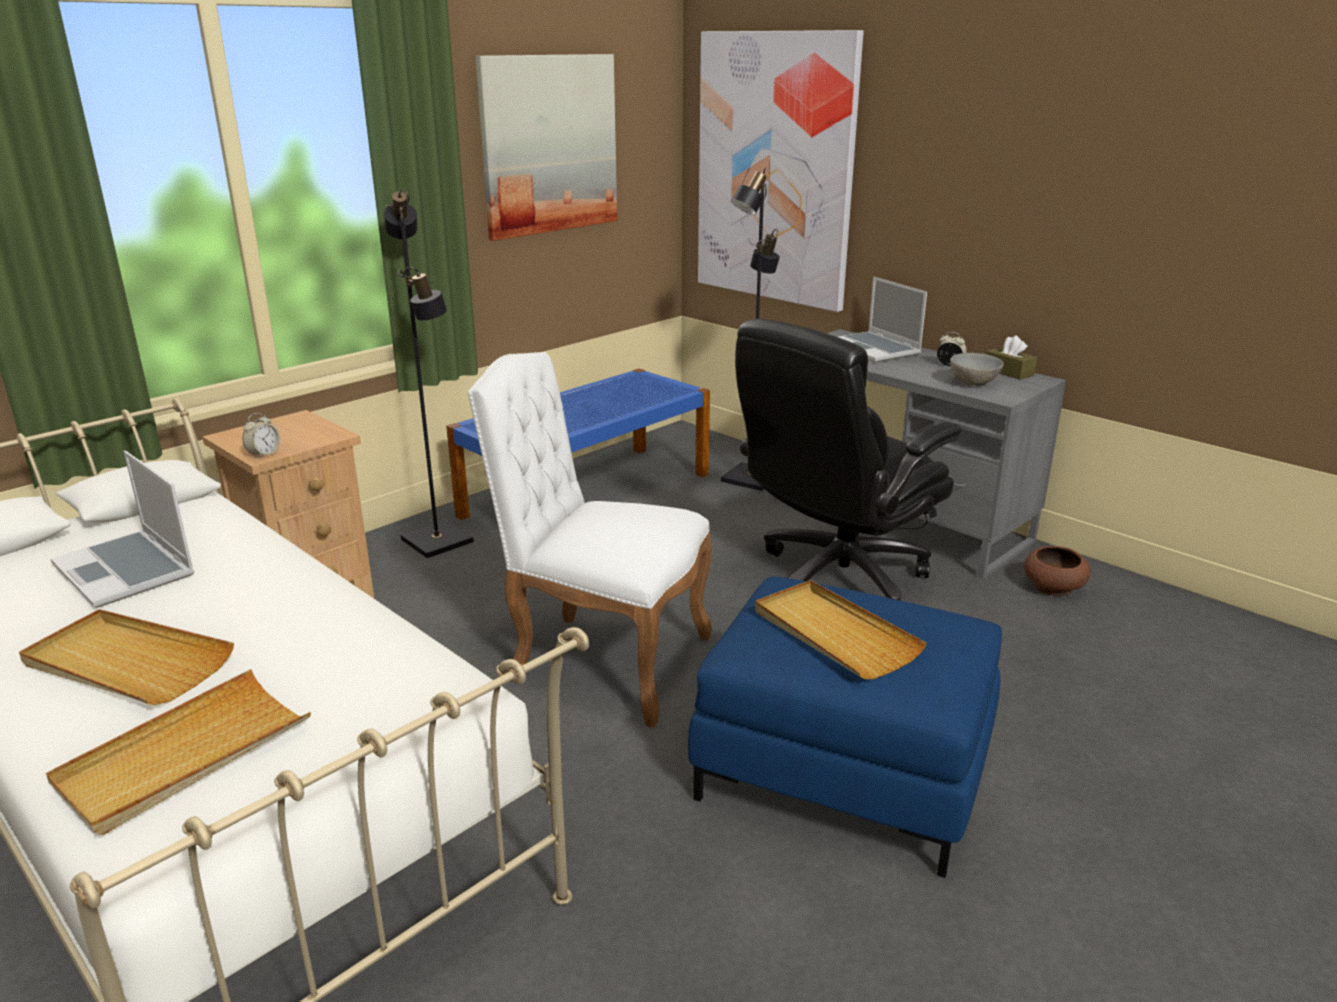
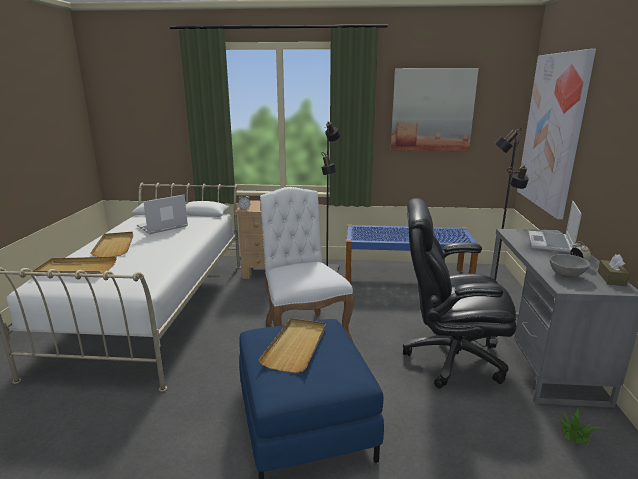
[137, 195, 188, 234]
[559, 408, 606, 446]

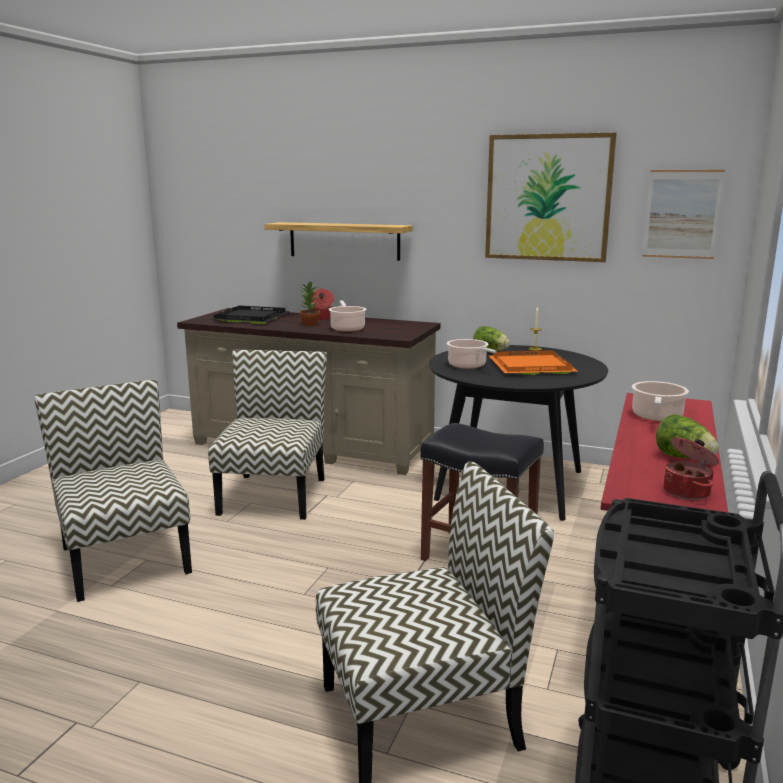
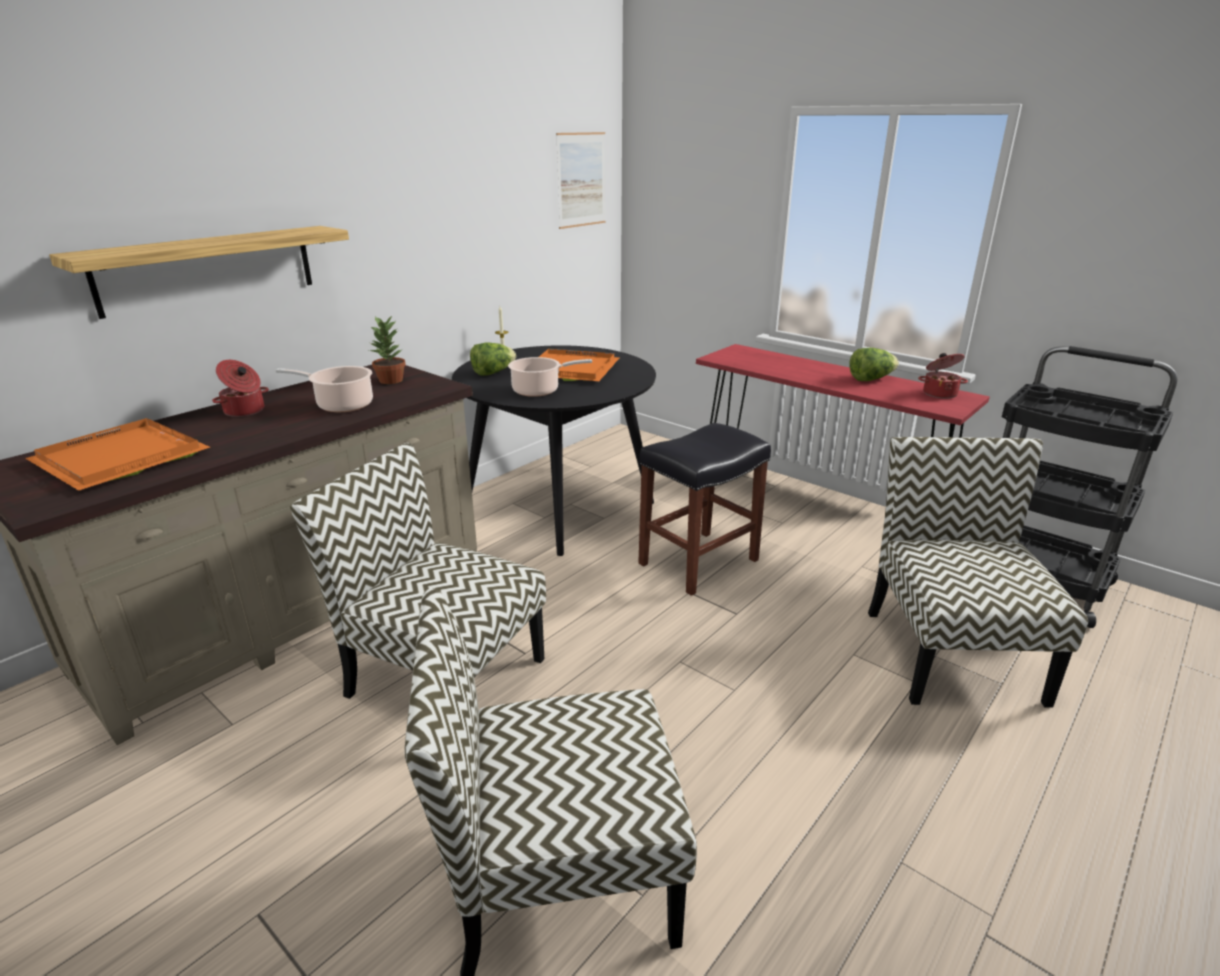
[25, 418, 210, 491]
[369, 315, 406, 384]
[485, 132, 617, 262] (first image)
[632, 381, 689, 422] (first image)

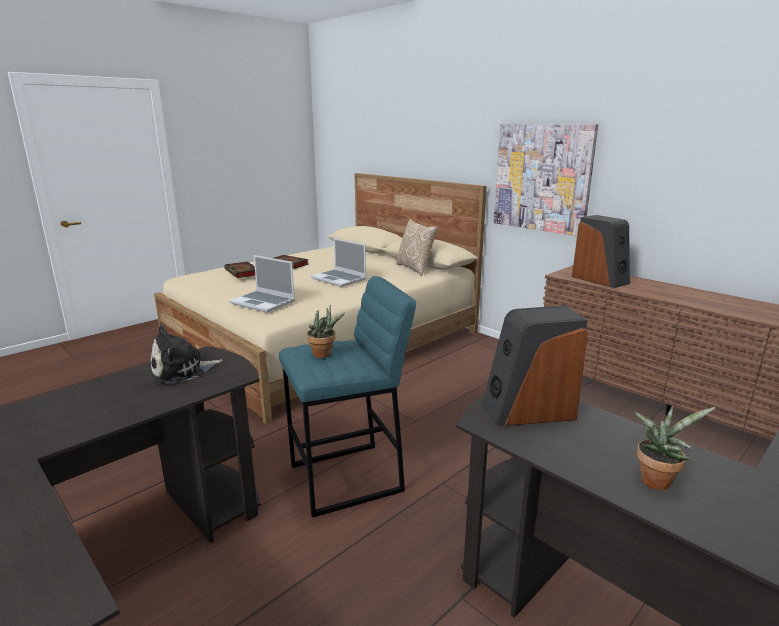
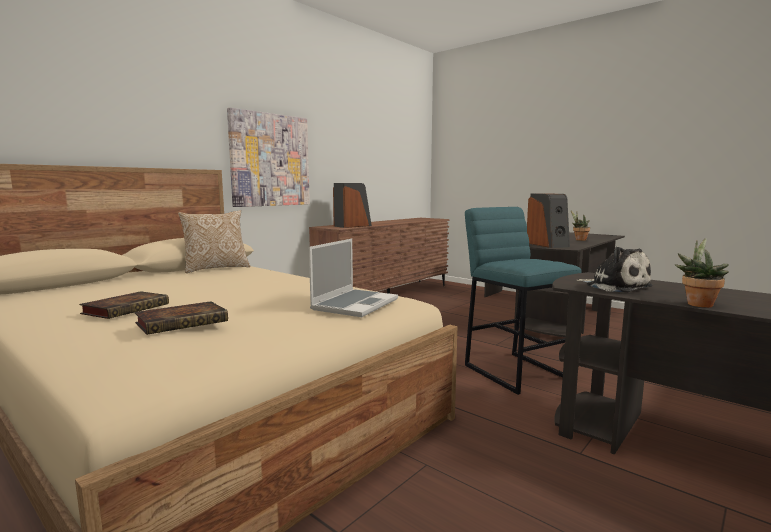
[675, 238, 729, 308]
[311, 238, 366, 287] (first image)

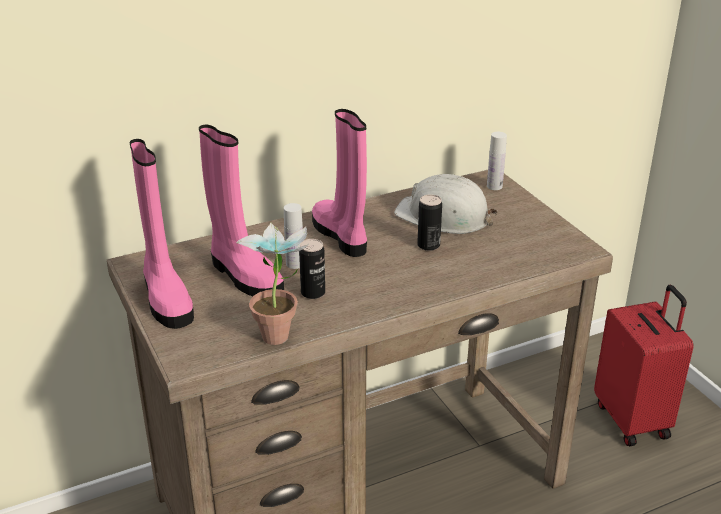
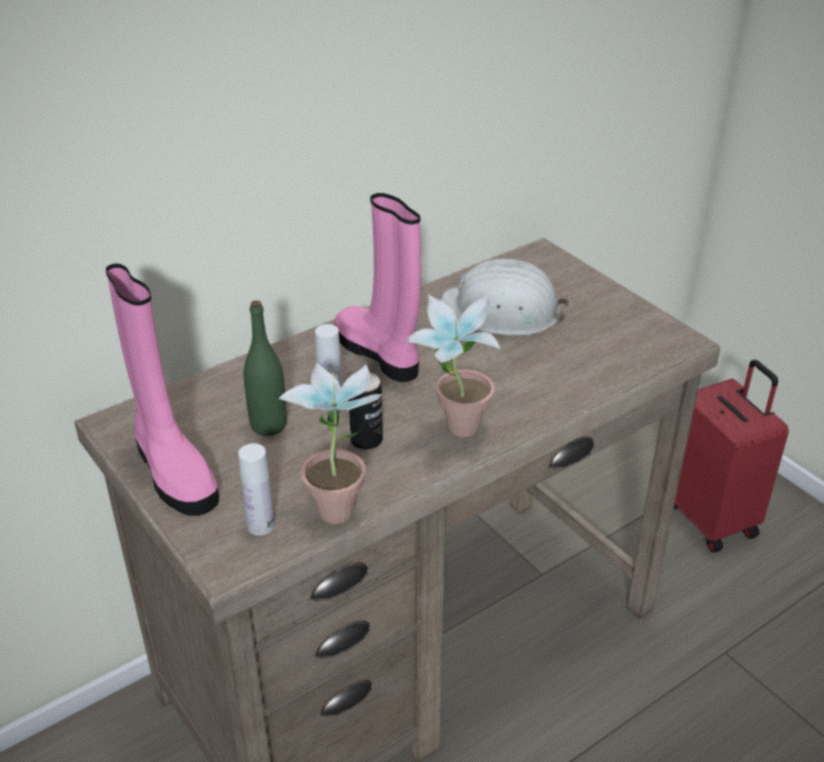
[238, 443, 274, 536]
[244, 300, 287, 436]
[406, 294, 500, 437]
[417, 194, 442, 251] (first image)

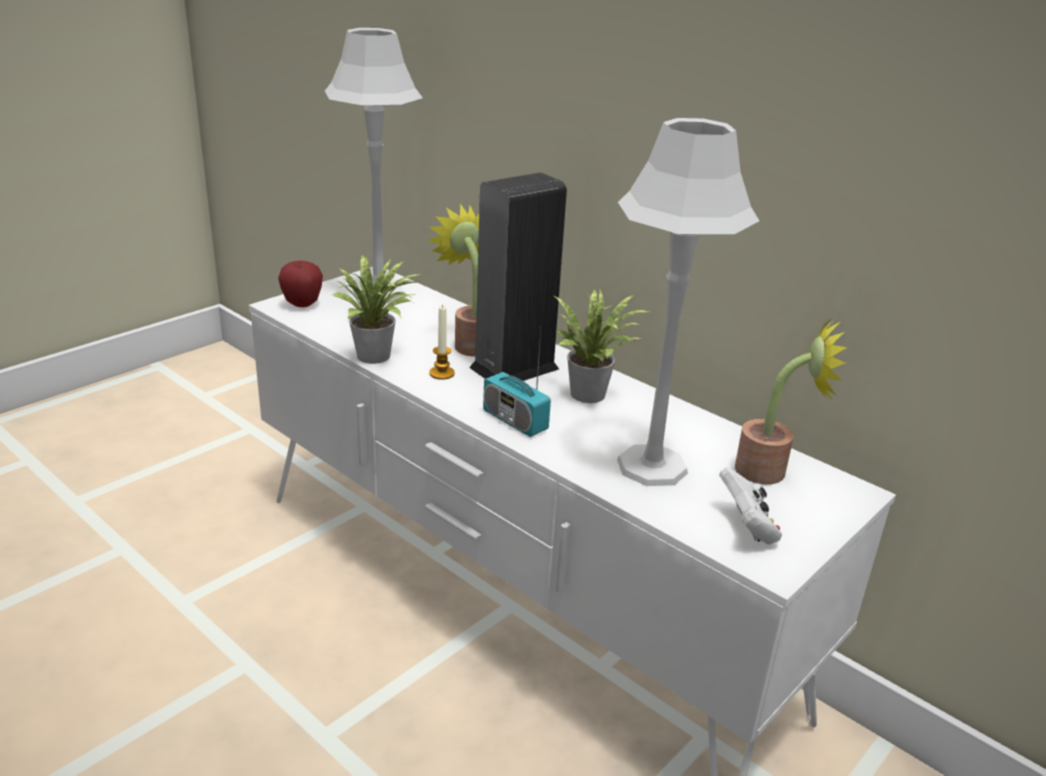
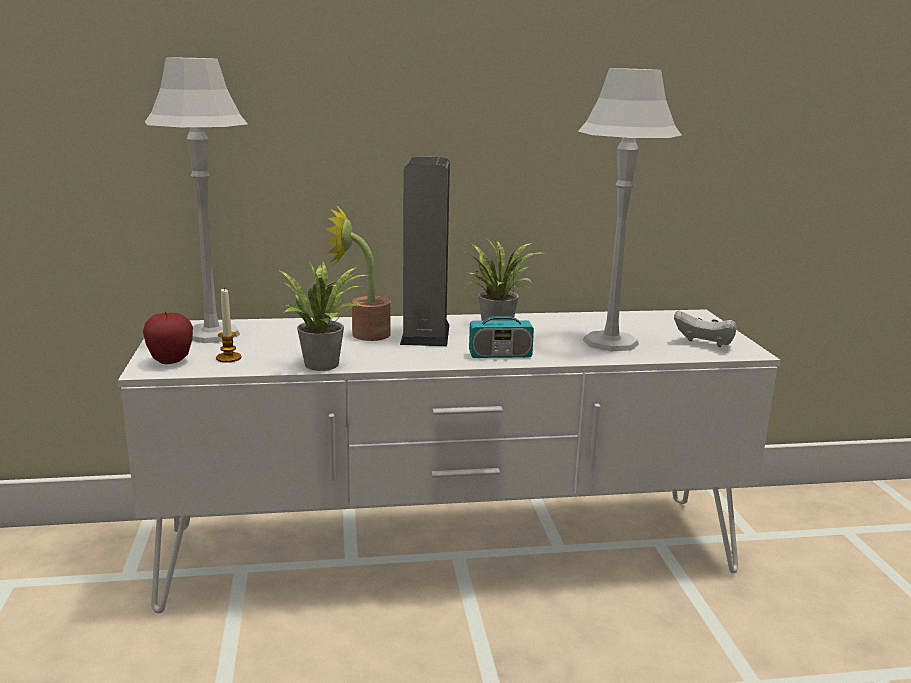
[216, 288, 242, 363]
[735, 318, 847, 484] (first image)

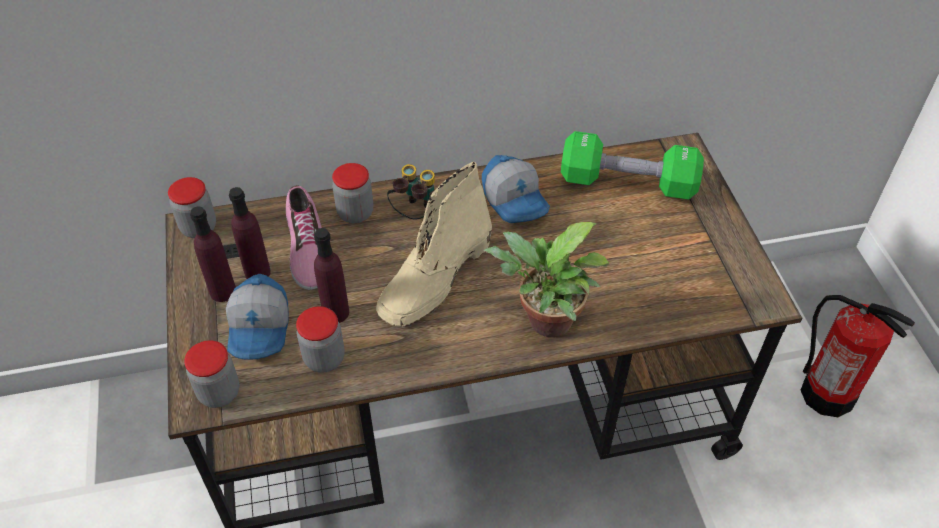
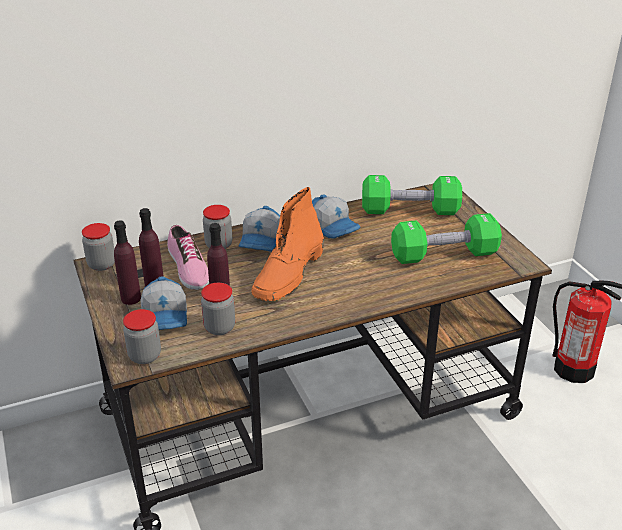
[238, 206, 280, 252]
[251, 187, 324, 301]
[391, 213, 502, 264]
[483, 222, 609, 338] (first image)

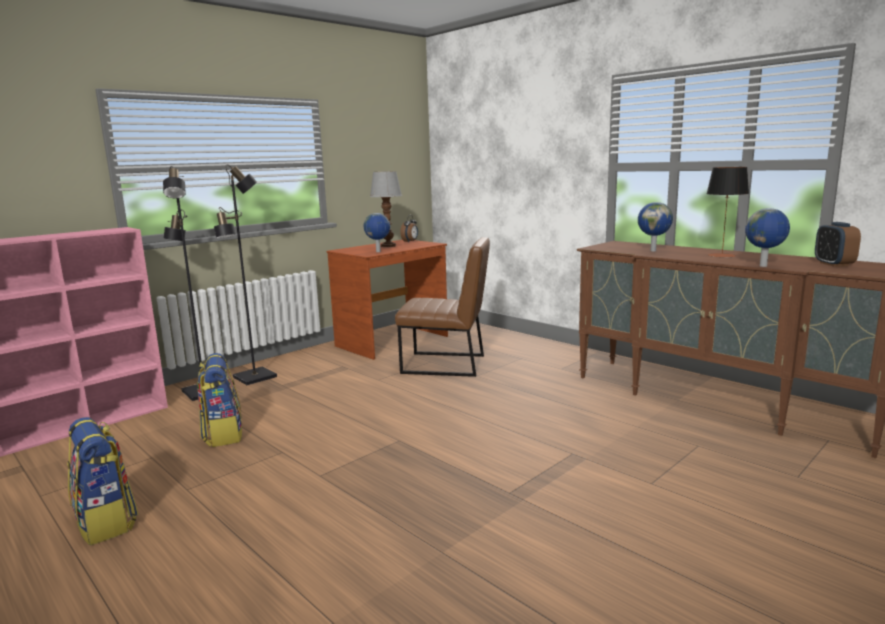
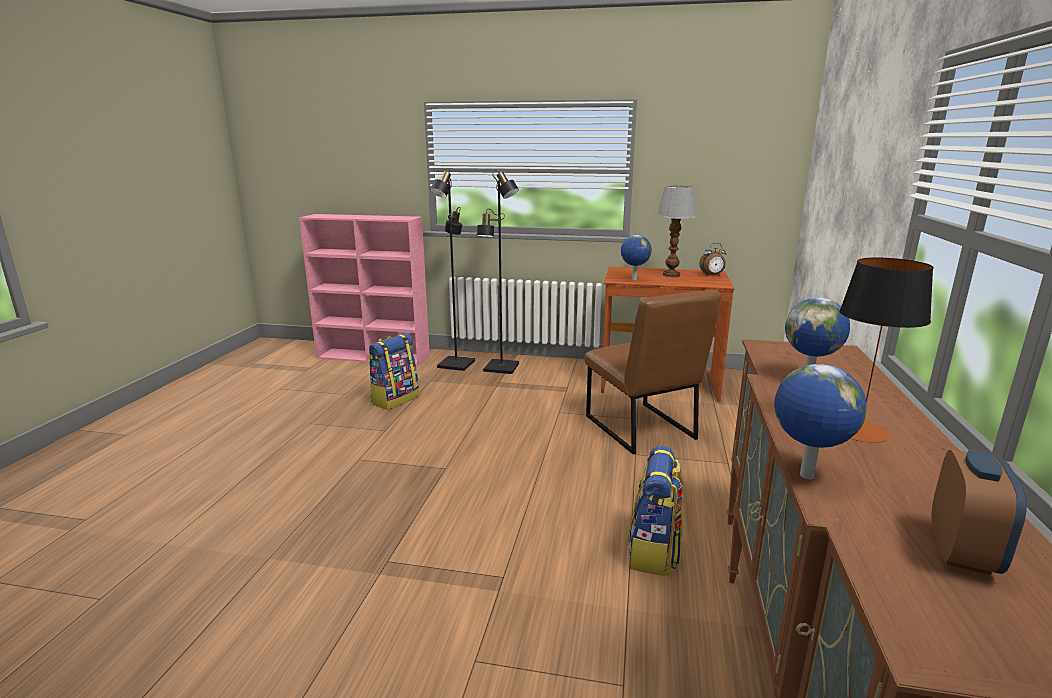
[627, 446, 684, 576]
[932, 449, 1027, 575]

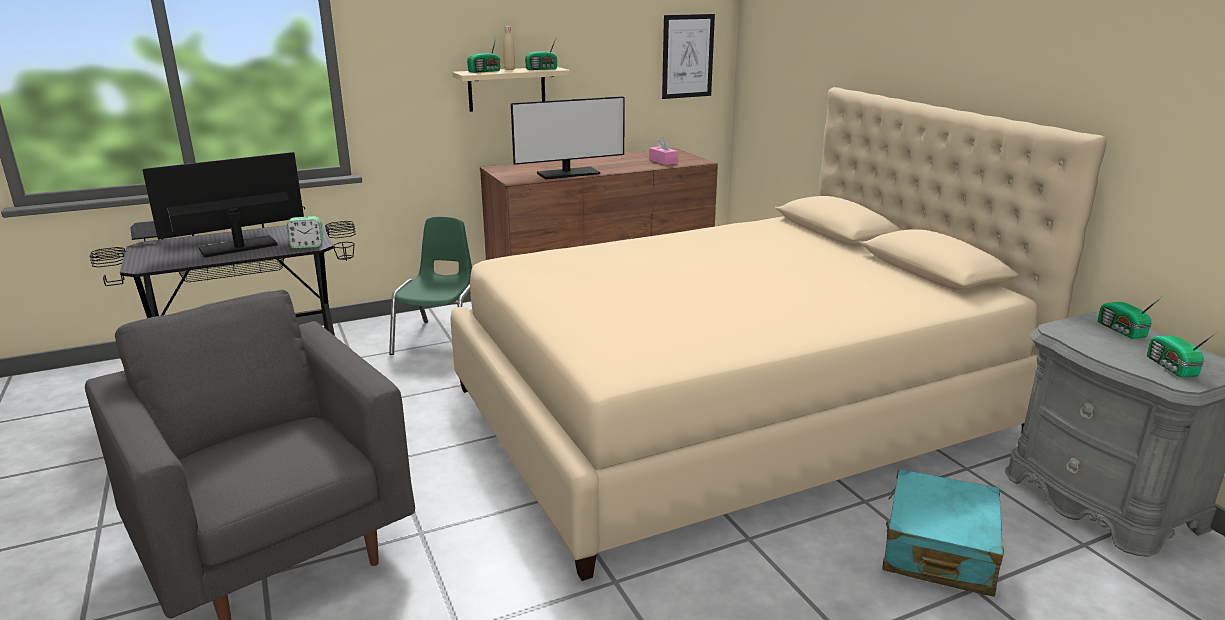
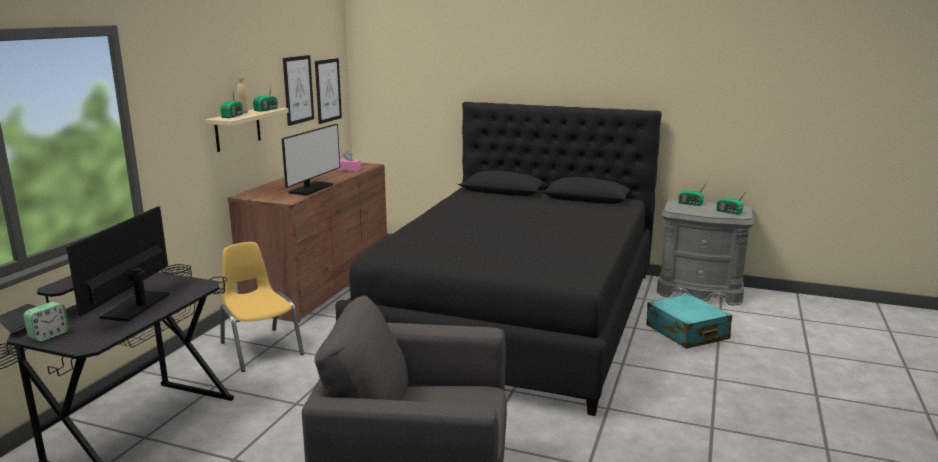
[23, 302, 69, 342]
[220, 242, 304, 372]
[283, 55, 314, 126]
[335, 102, 662, 416]

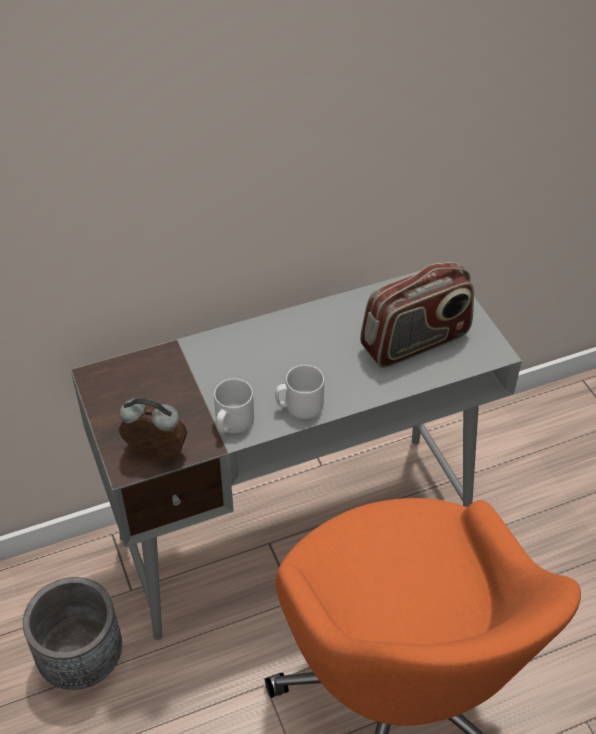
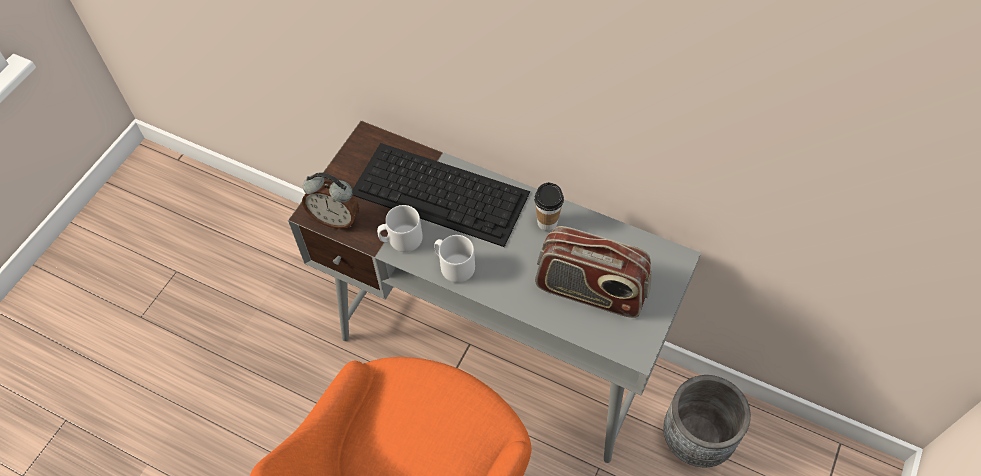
[302, 173, 359, 229]
[352, 143, 530, 247]
[534, 182, 564, 231]
[663, 375, 751, 467]

